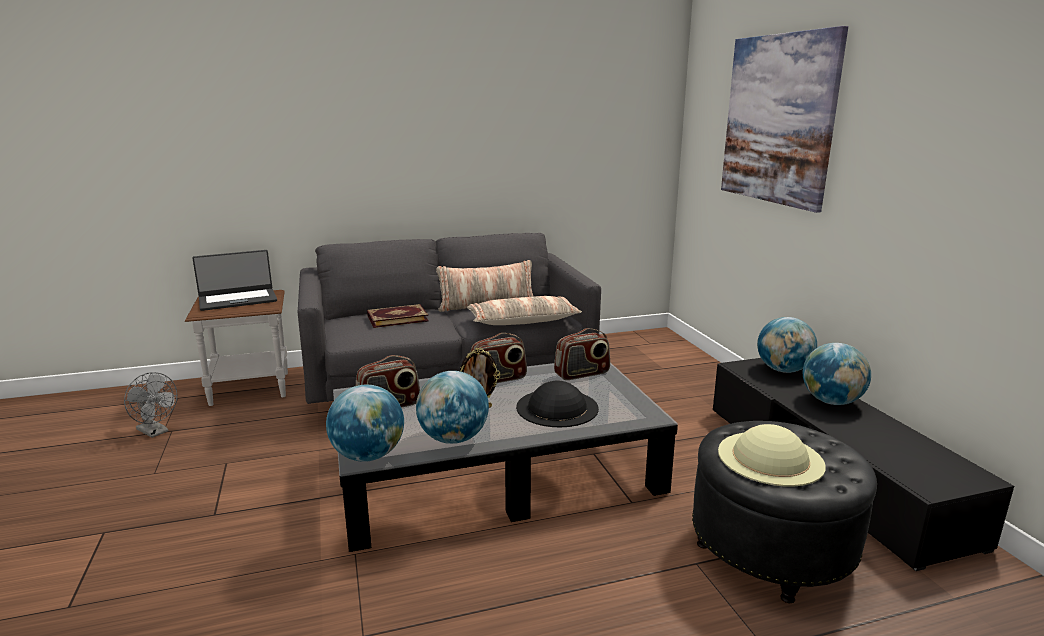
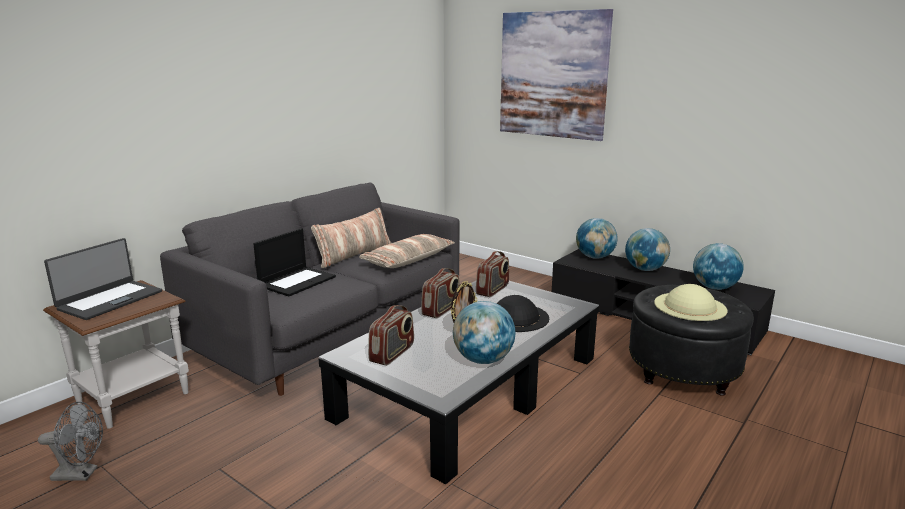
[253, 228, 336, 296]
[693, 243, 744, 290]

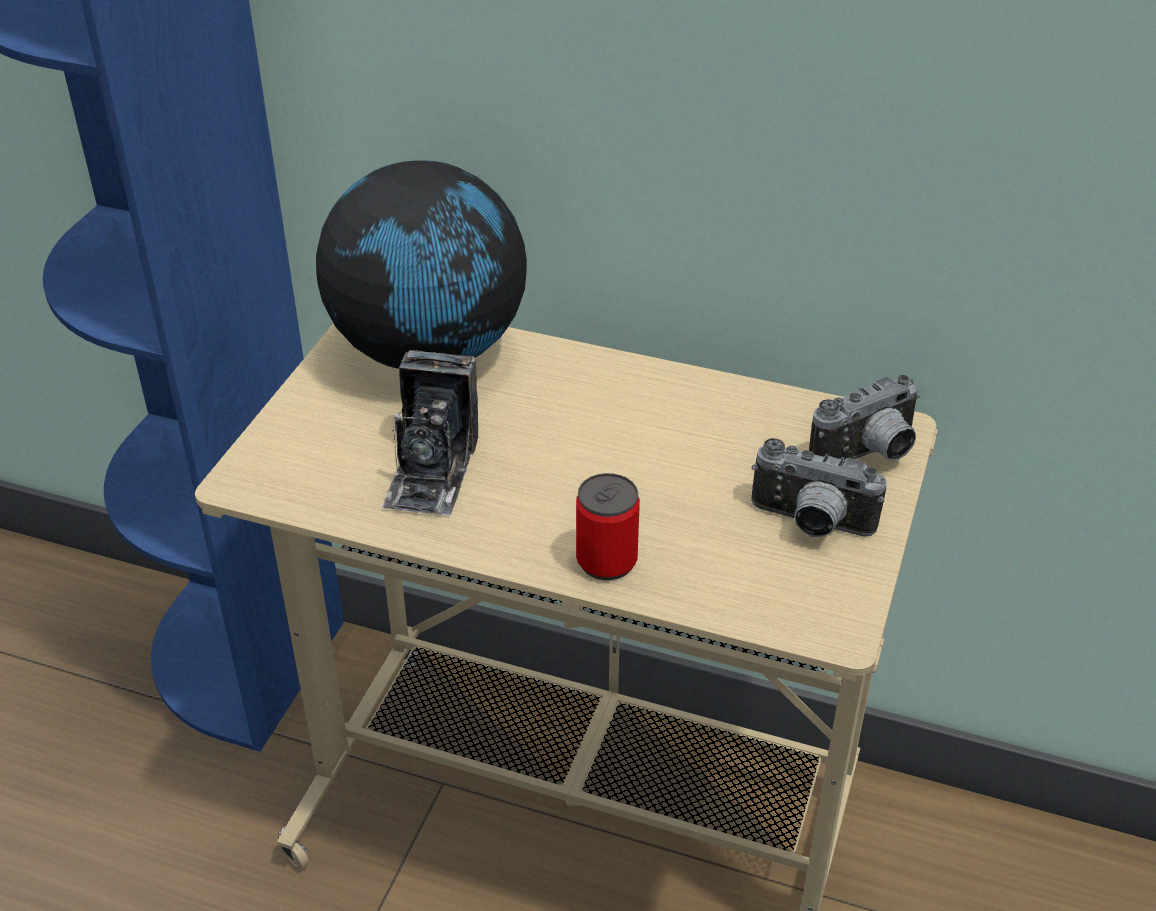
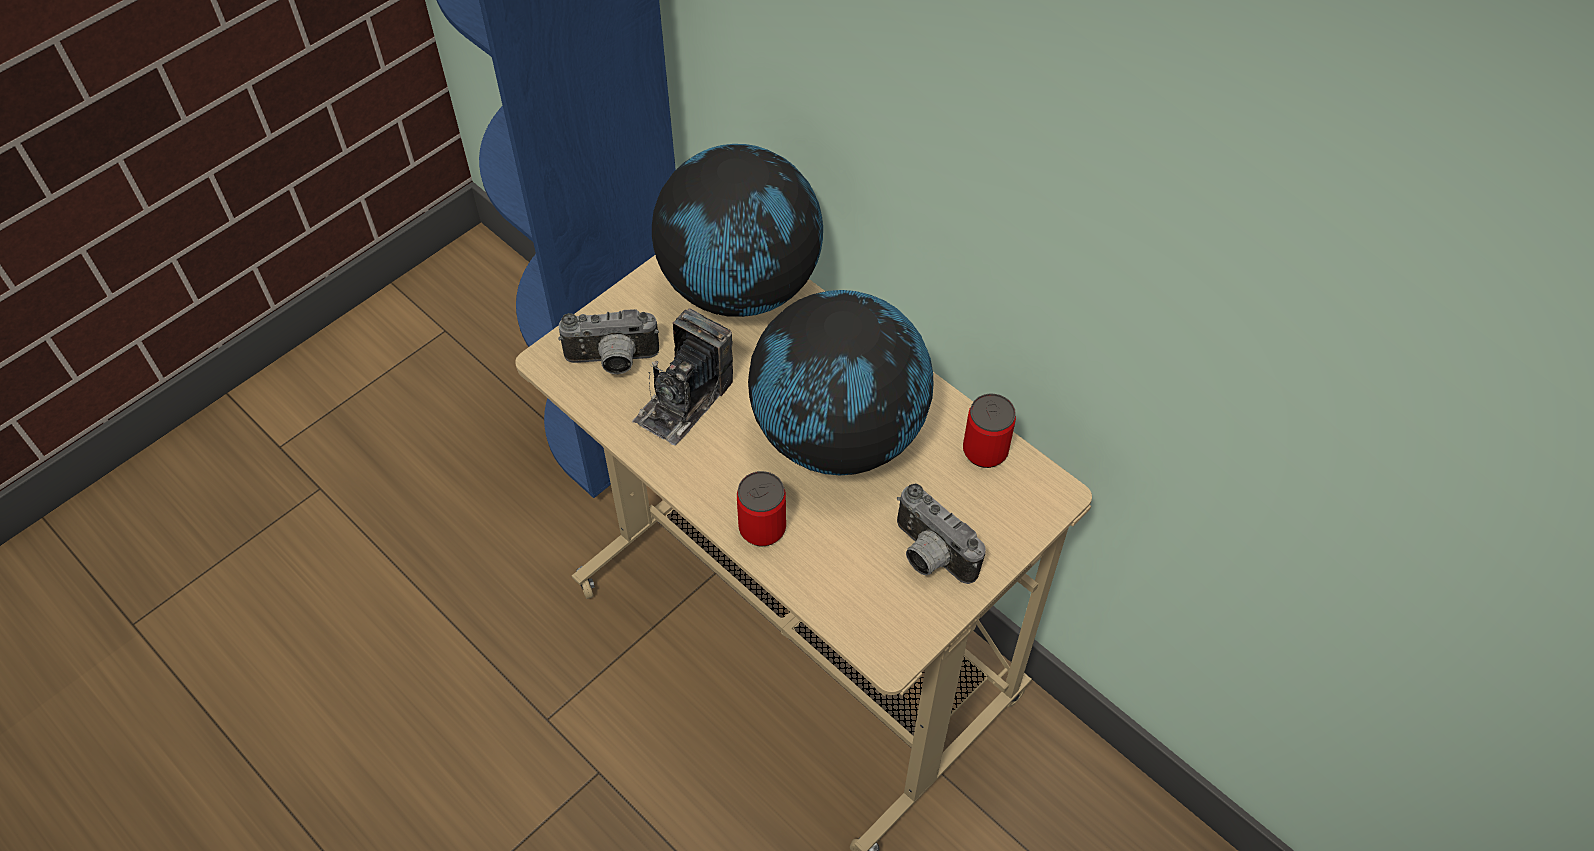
[558, 309, 659, 374]
[748, 290, 933, 475]
[963, 394, 1016, 468]

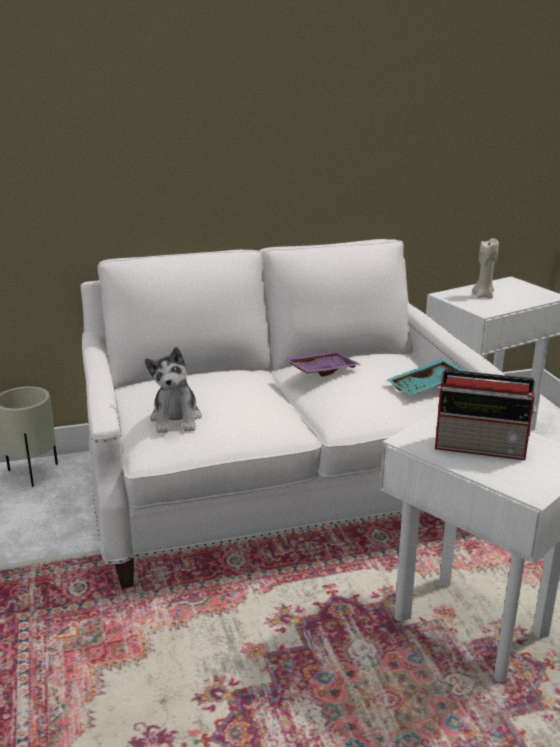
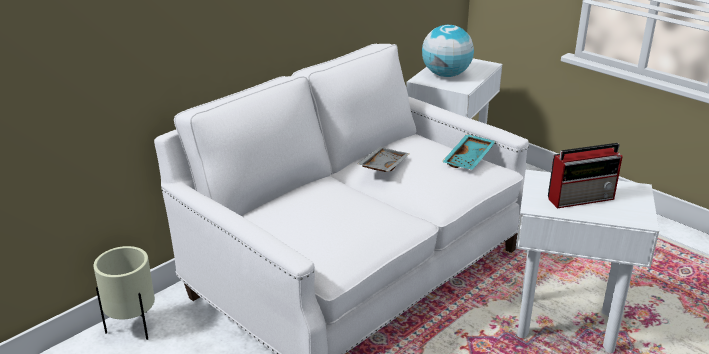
[357, 146, 409, 172]
[422, 25, 474, 77]
[145, 347, 202, 433] (first image)

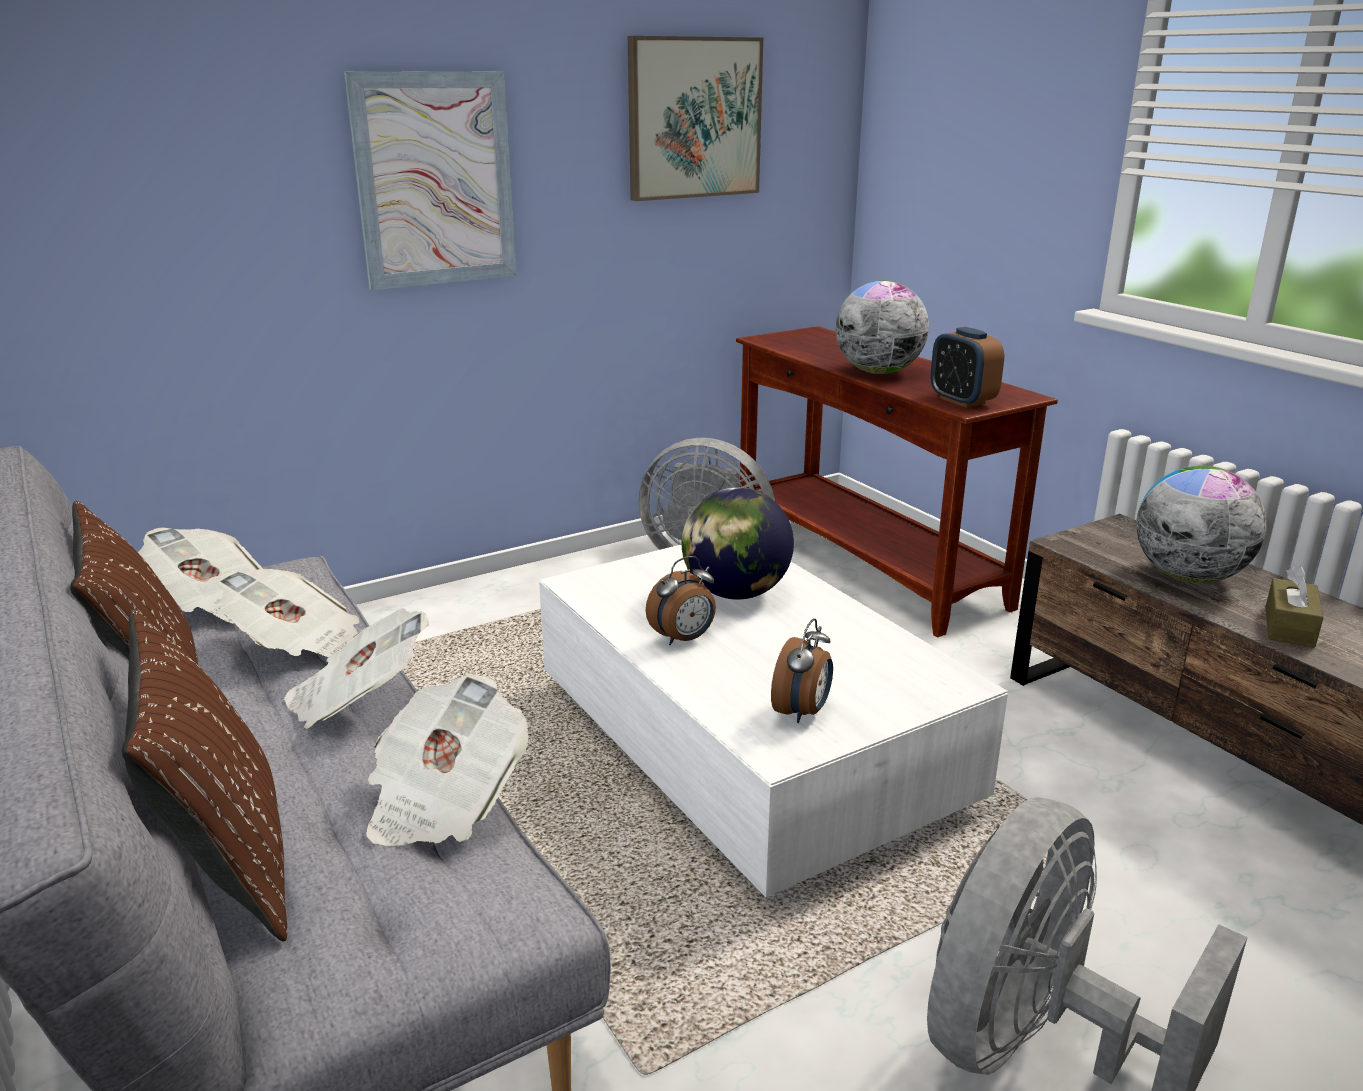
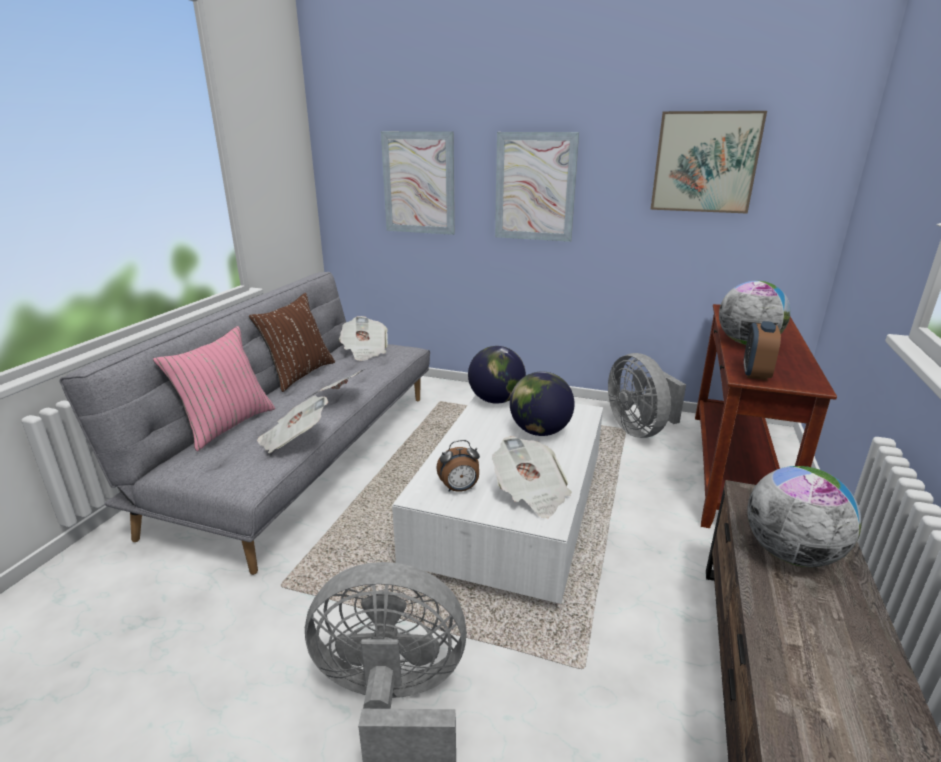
[153, 326, 275, 451]
[381, 131, 455, 235]
[468, 346, 526, 404]
[492, 436, 572, 518]
[645, 556, 716, 645] (first image)
[1265, 566, 1324, 648] (first image)

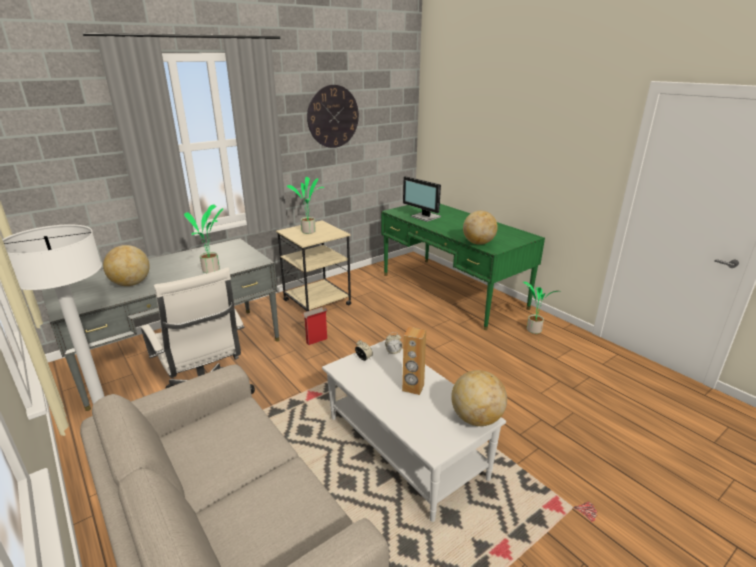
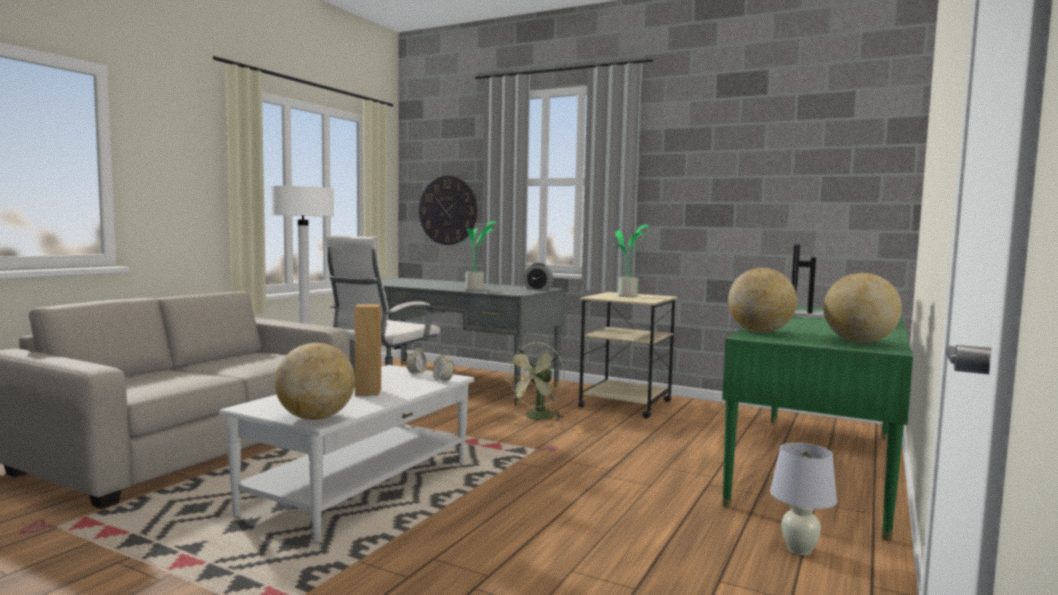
[419, 176, 477, 245]
[504, 342, 565, 421]
[523, 263, 553, 290]
[770, 443, 837, 555]
[824, 273, 902, 343]

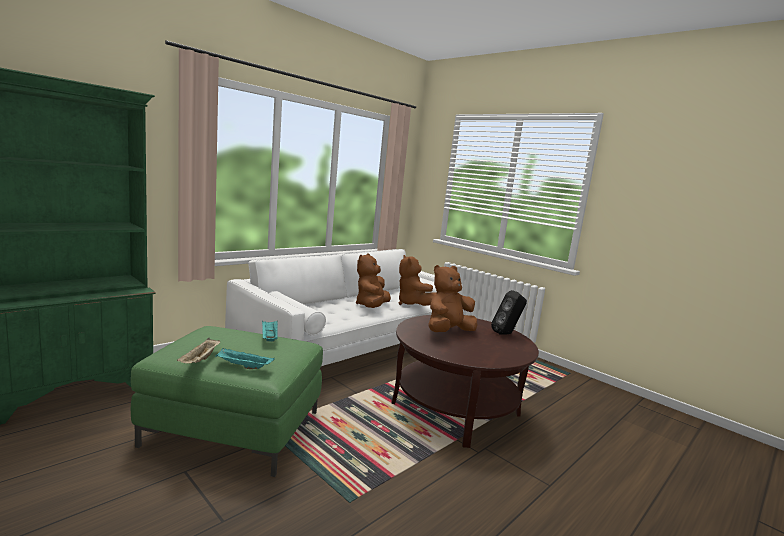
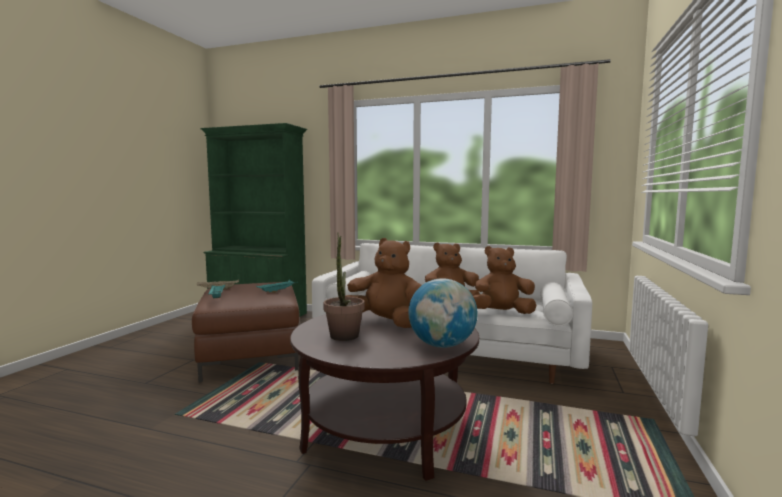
[192, 282, 299, 383]
[323, 233, 365, 341]
[408, 278, 478, 348]
[473, 246, 536, 314]

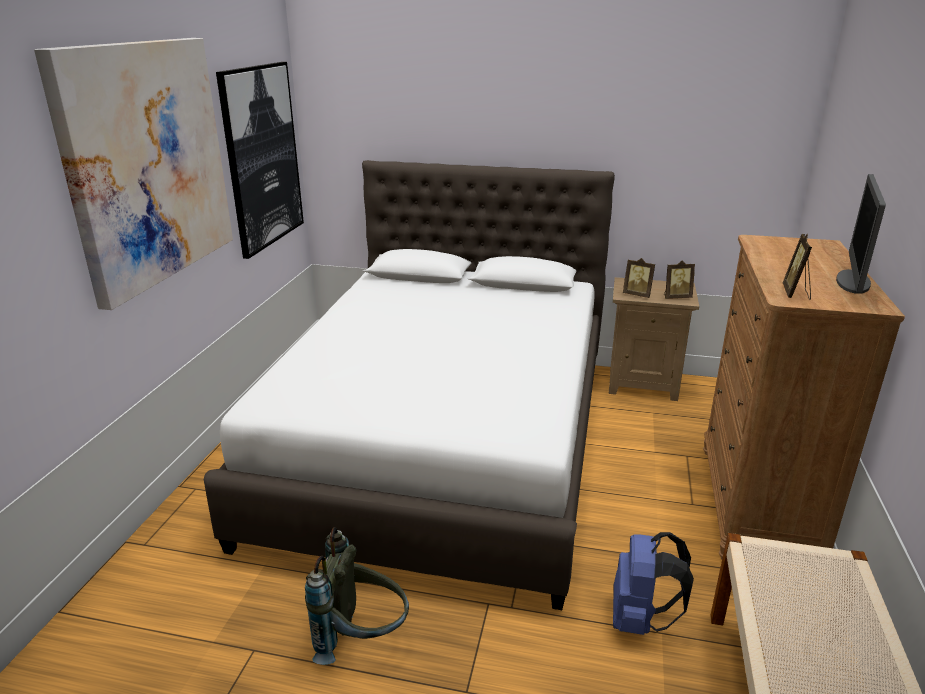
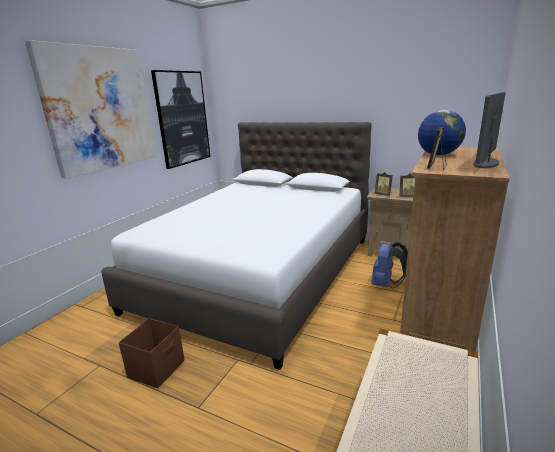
[119, 318, 184, 388]
[371, 242, 408, 289]
[418, 110, 466, 155]

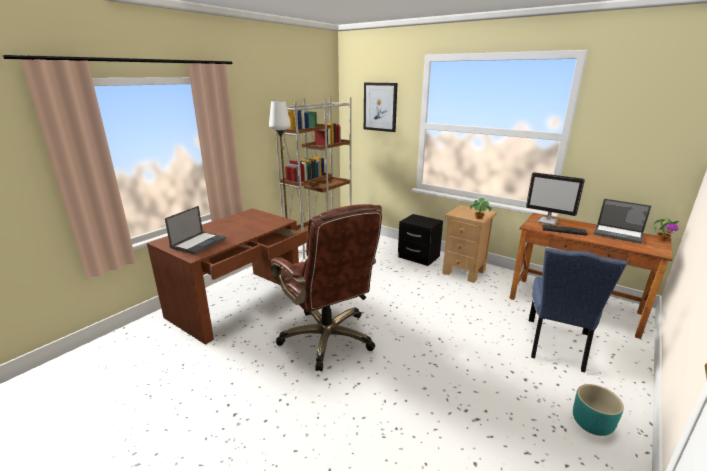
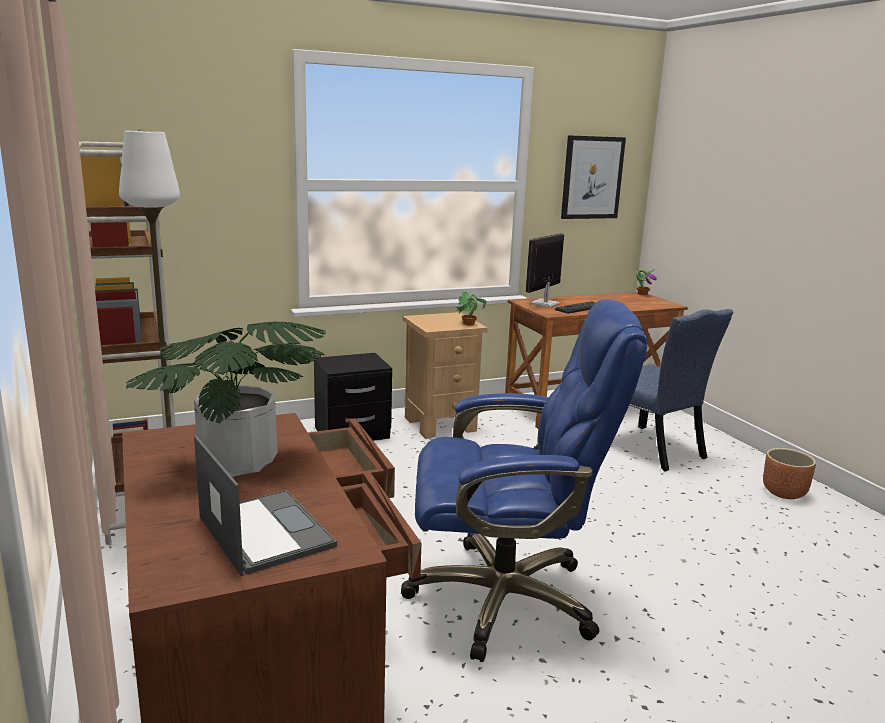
[126, 322, 326, 477]
[401, 299, 648, 662]
[526, 233, 564, 307]
[561, 135, 626, 219]
[763, 448, 816, 499]
[594, 199, 651, 244] (first image)

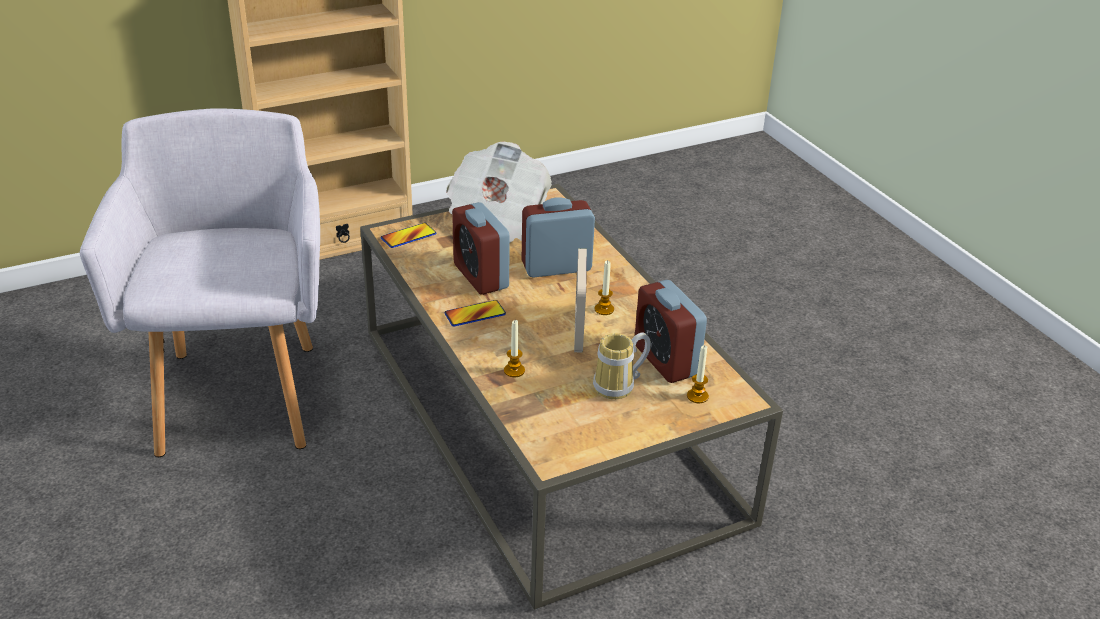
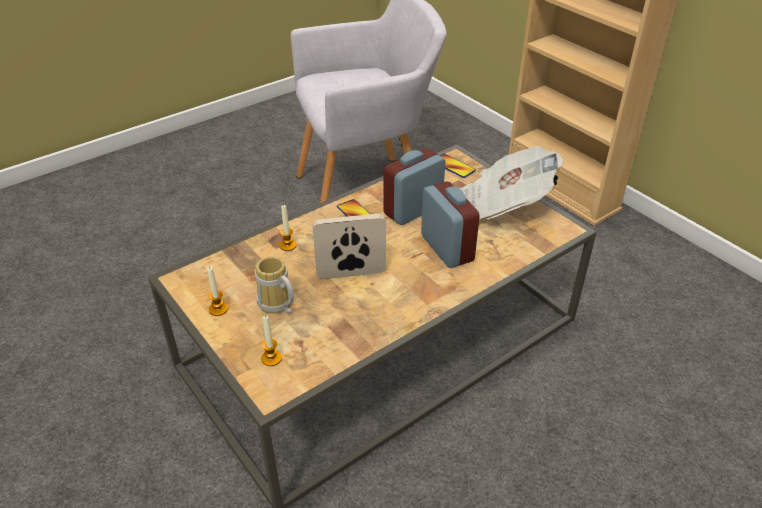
[207, 266, 228, 316]
[635, 280, 707, 383] (first image)

